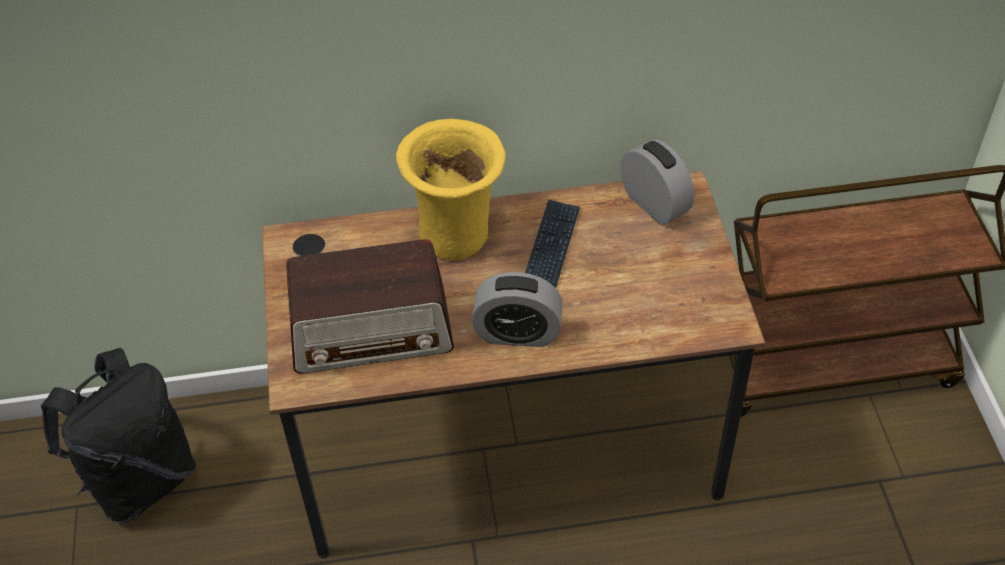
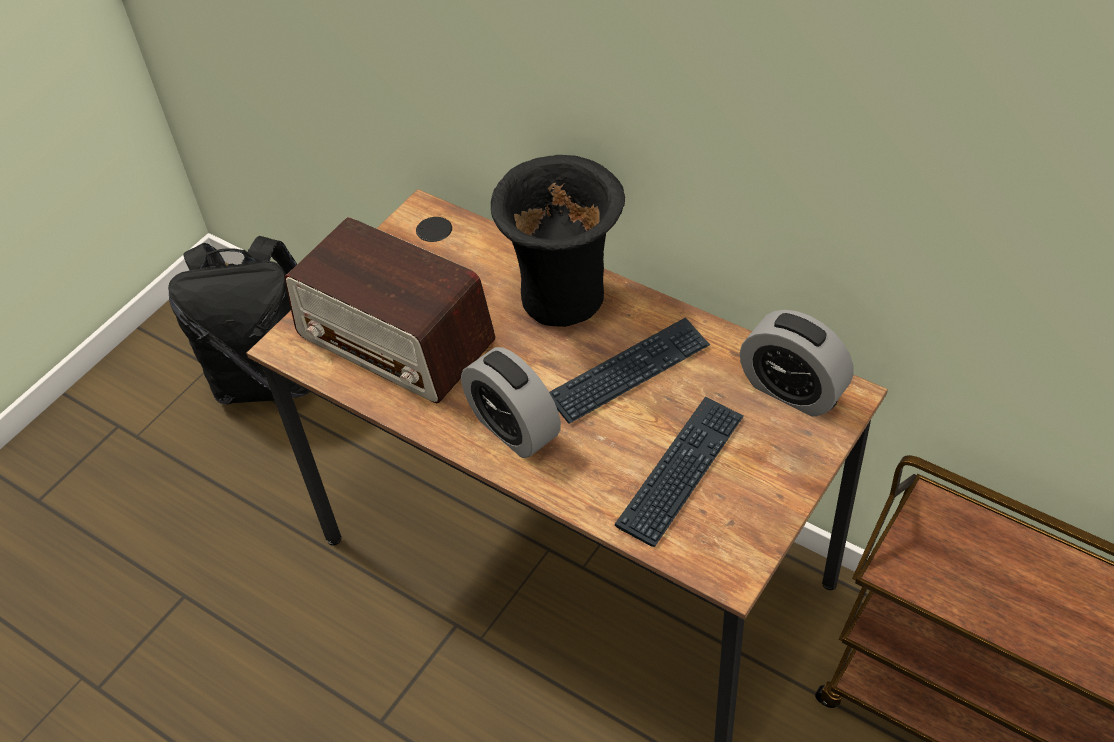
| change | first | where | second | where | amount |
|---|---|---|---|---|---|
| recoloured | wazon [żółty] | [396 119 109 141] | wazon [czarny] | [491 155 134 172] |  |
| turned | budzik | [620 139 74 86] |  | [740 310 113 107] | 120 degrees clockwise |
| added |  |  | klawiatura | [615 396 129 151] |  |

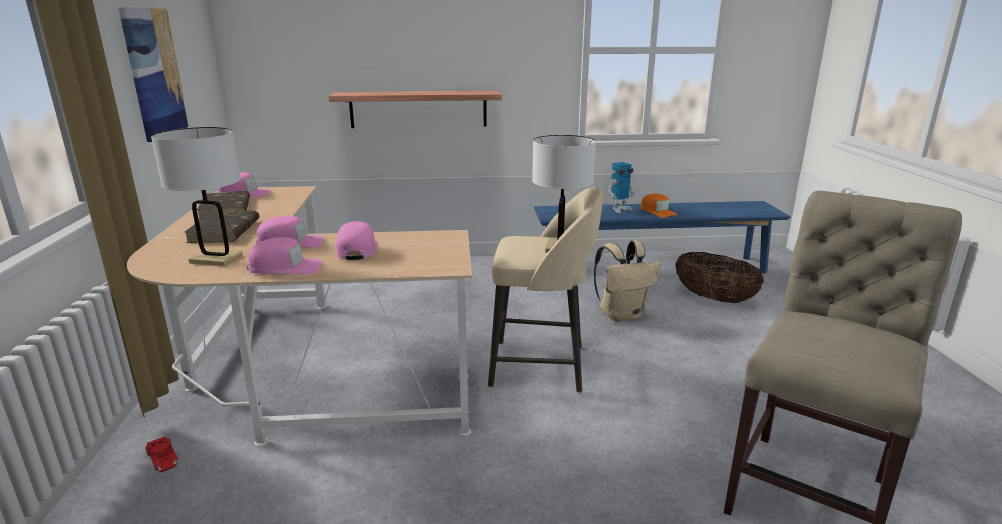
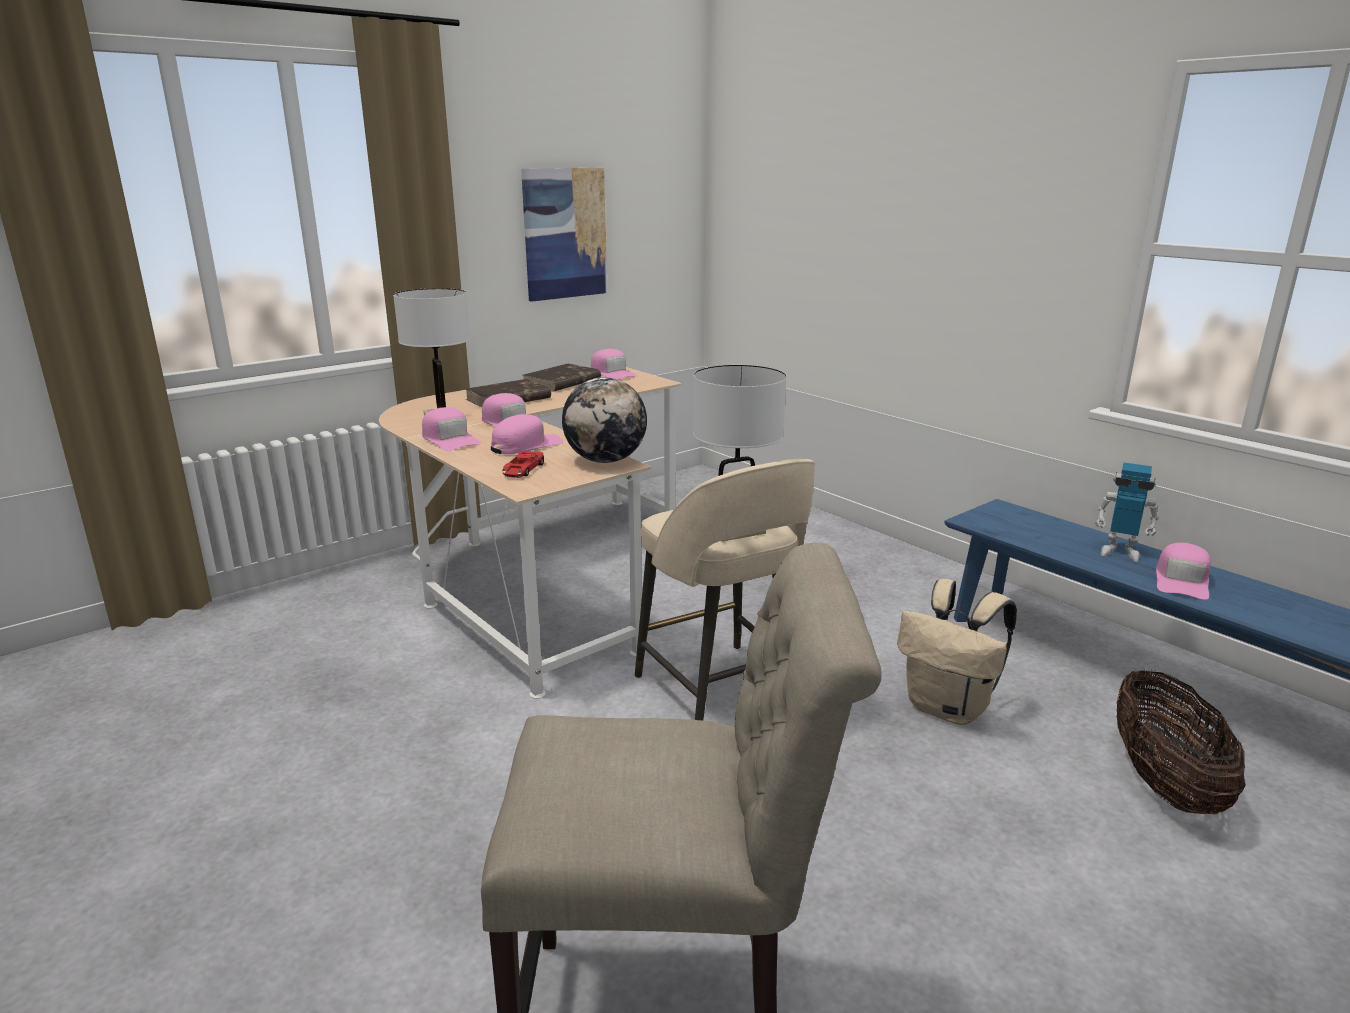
| change | first | where | second | where | amount |
|---|---|---|---|---|---|
| removed | półka | [329 91 173 37] |  |  |  |
| recoloured | czapka z daszkiem [pomarańczowy] | [641 194 37 24] | czapka z daszkiem [różowy] | [1156 543 55 57] |  |
| moved | samochodzik [czerwony] | [145 437 33 35] |  | [503 451 41 27] |  |
| added |  |  | globus | [562 377 85 86] |  |

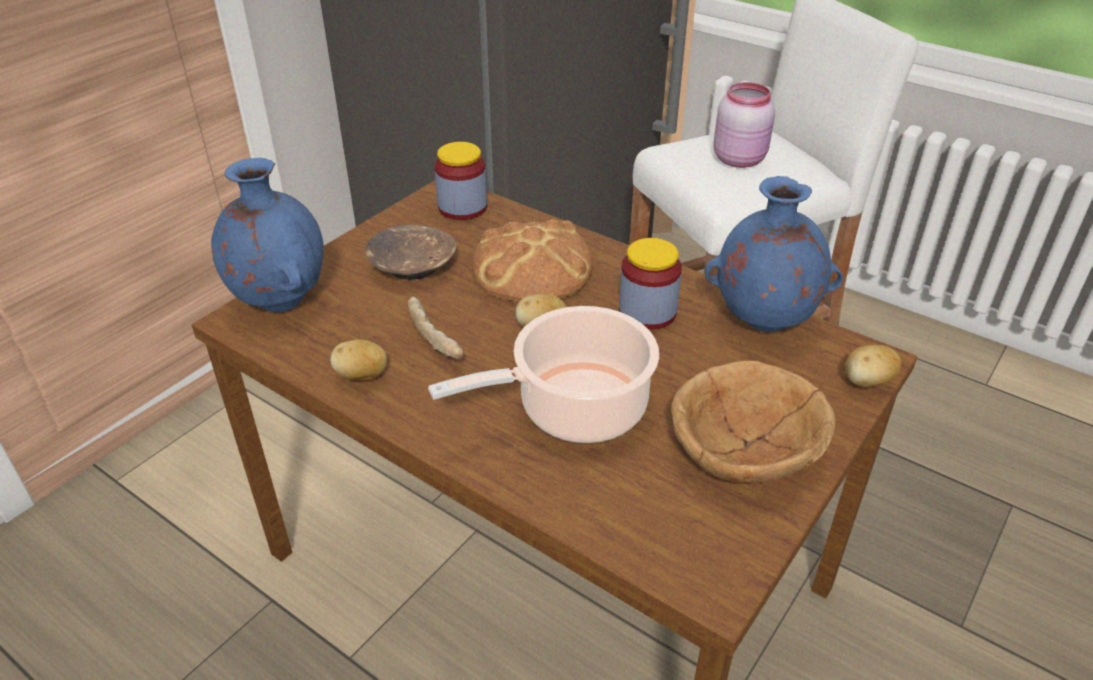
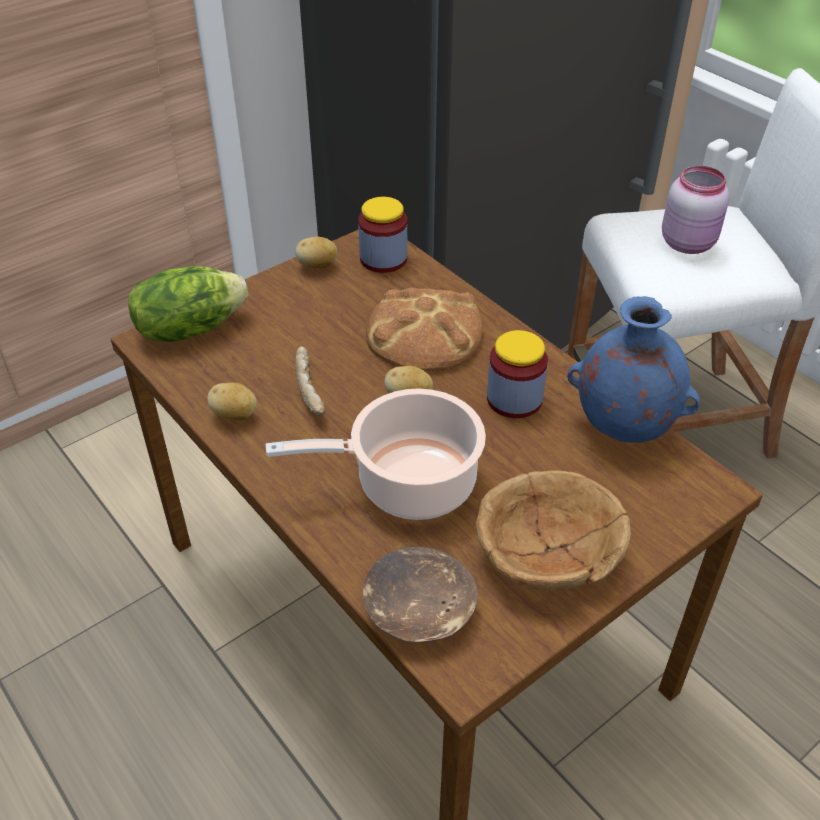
| change | first | where | second | where | amount |
|---|---|---|---|---|---|
| replaced | wazon [niebieski] | [211 158 113 154] | sałata | [128 266 120 76] |  |
| moved | miska [brązowy] | [365 225 92 55] |  | [363 547 115 96] |  |
| moved | ziemniak | [845 345 56 42] |  | [295 237 42 31] |  |

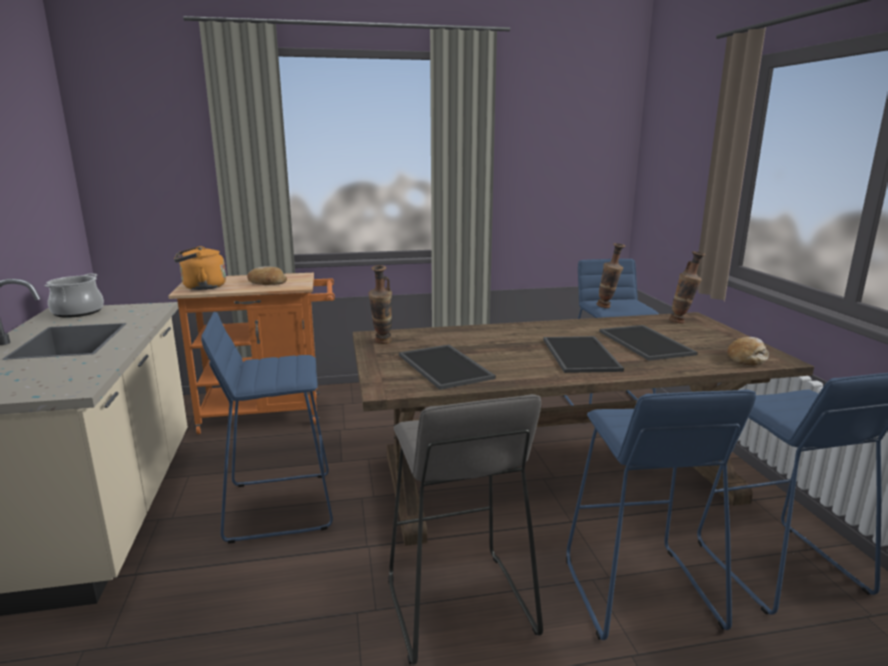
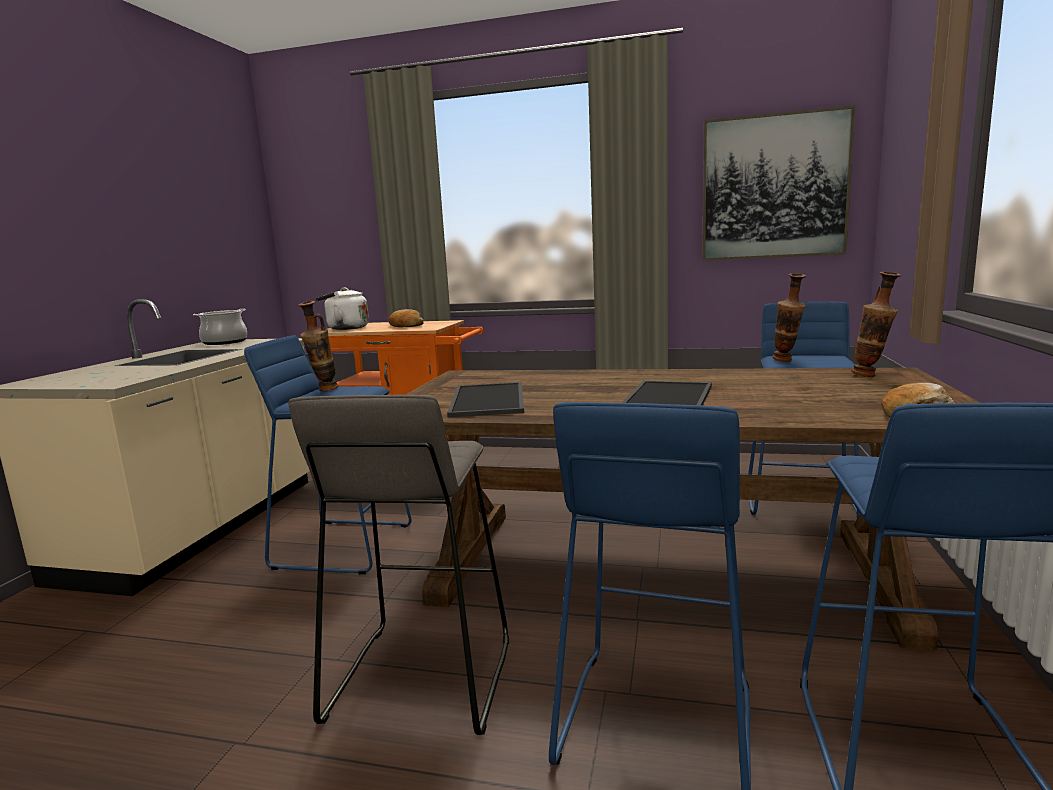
| change | first | where | second | where | amount |
|---|---|---|---|---|---|
| recoloured | czajnik [pomarańczowy] | [174 246 52 44] | czajnik [biały] | [316 288 53 42] |  |
| moved | wazon | [368 265 24 79] |  | [298 301 40 91] |  |
| removed | taca | [599 325 99 36] |  |  |  |
| added |  |  | obraz | [702 105 153 156] |  |

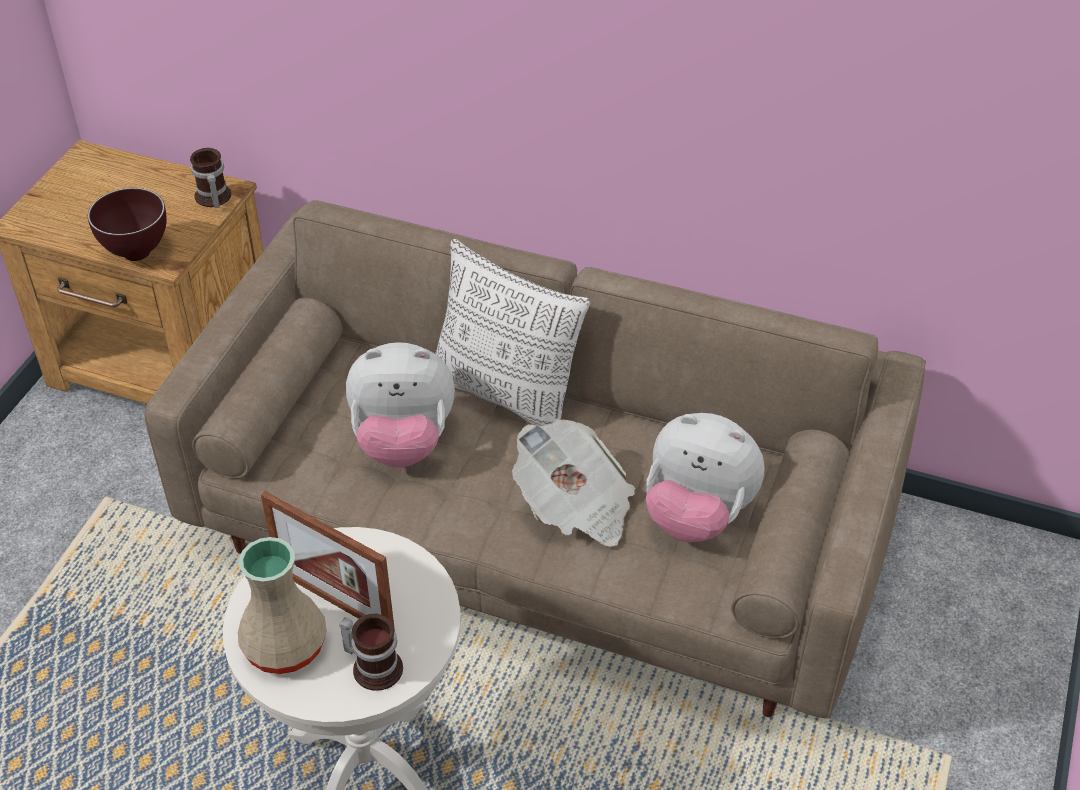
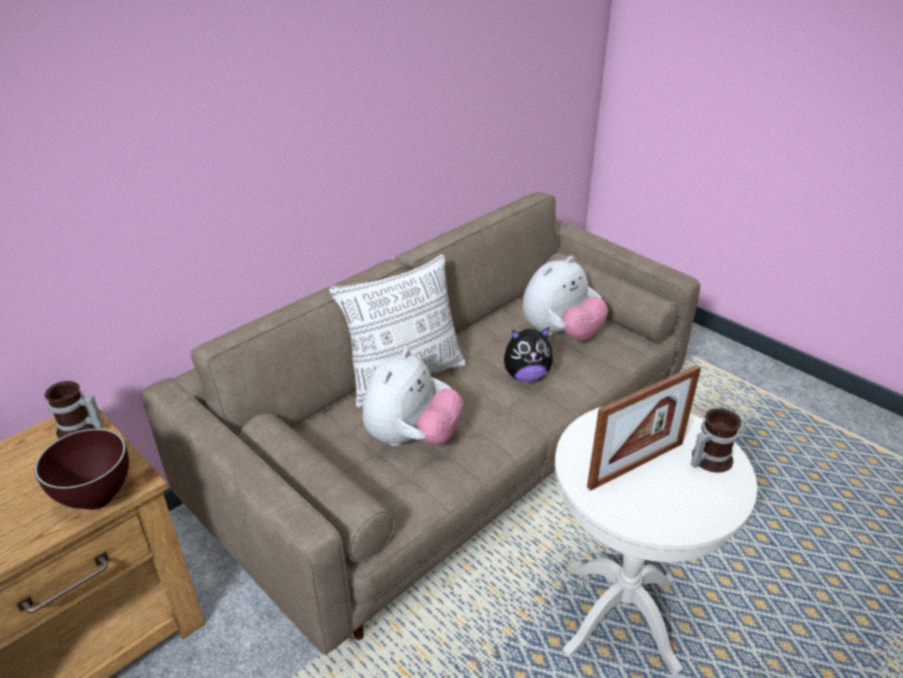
| change | first | where | second | where | amount |
|---|---|---|---|---|---|
| replaced | gazeta | [512 420 123 127] | pluszak | [504 327 49 55] |  |
| removed | wazon [beżowy] | [238 537 88 137] |  |  |  |

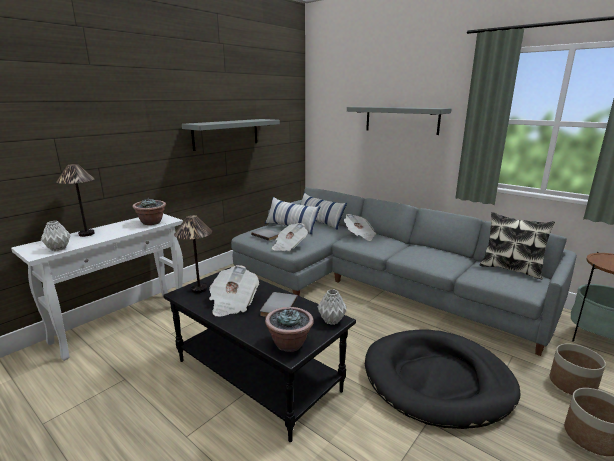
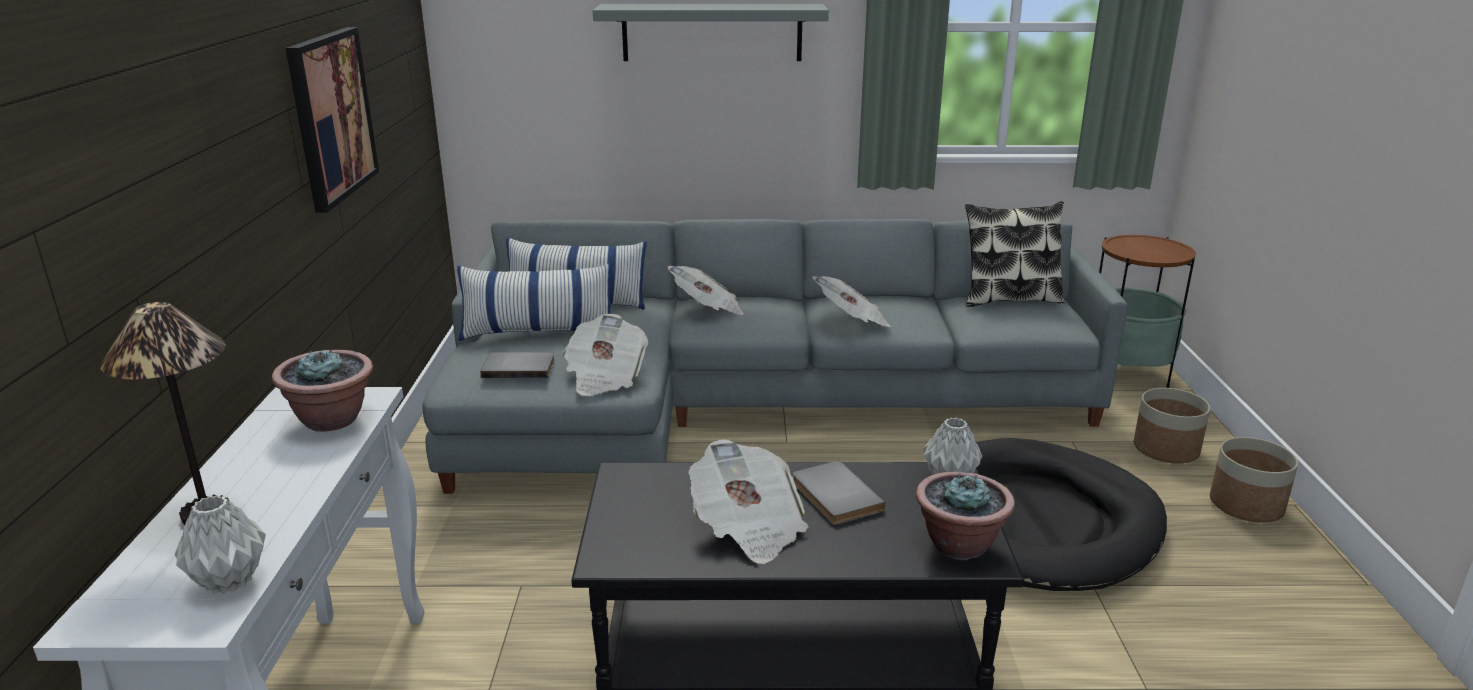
| change | first | where | second | where | amount |
|---|---|---|---|---|---|
| replaced | półka [szary] | [182 119 98 32] | obraz | [286 27 93 186] |  |
| removed | lampa stołowa | [174 215 38 78] |  |  |  |
| added |  |  | gazeta | [812 276 79 51] |  |

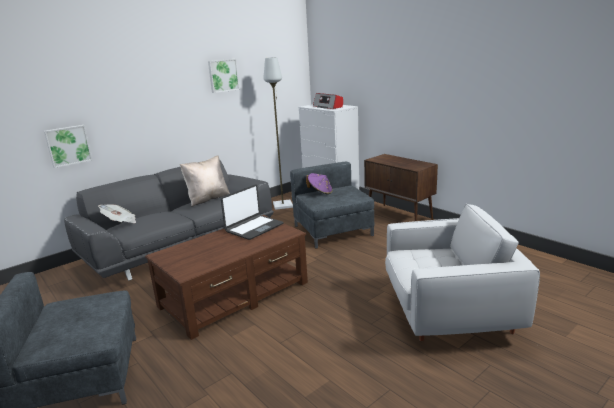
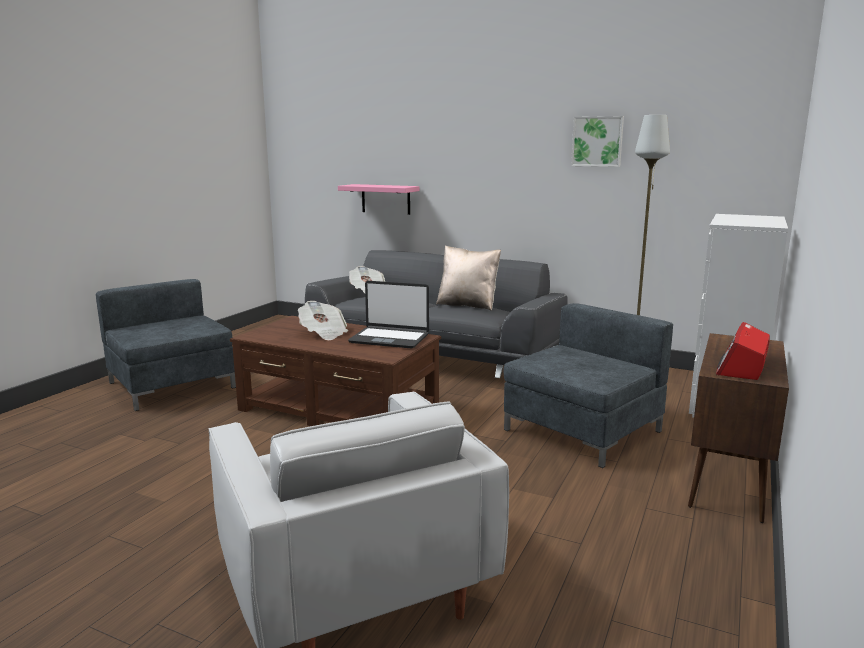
| change | first | where | second | where | amount |
|---|---|---|---|---|---|
| moved | radio | [313 93 30 16] |  | [716 322 54 58] |  |
| replaced | obraz | [44 125 49 43] | półka [różowy] | [338 184 81 31] |  |
| removed | kapelusz [fioletowy] | [306 173 27 21] |  |  |  |
| added |  |  | gazeta | [298 301 50 39] |  |

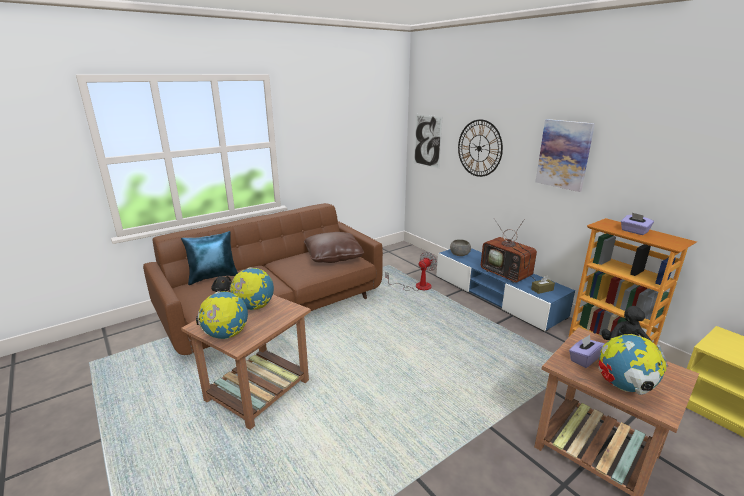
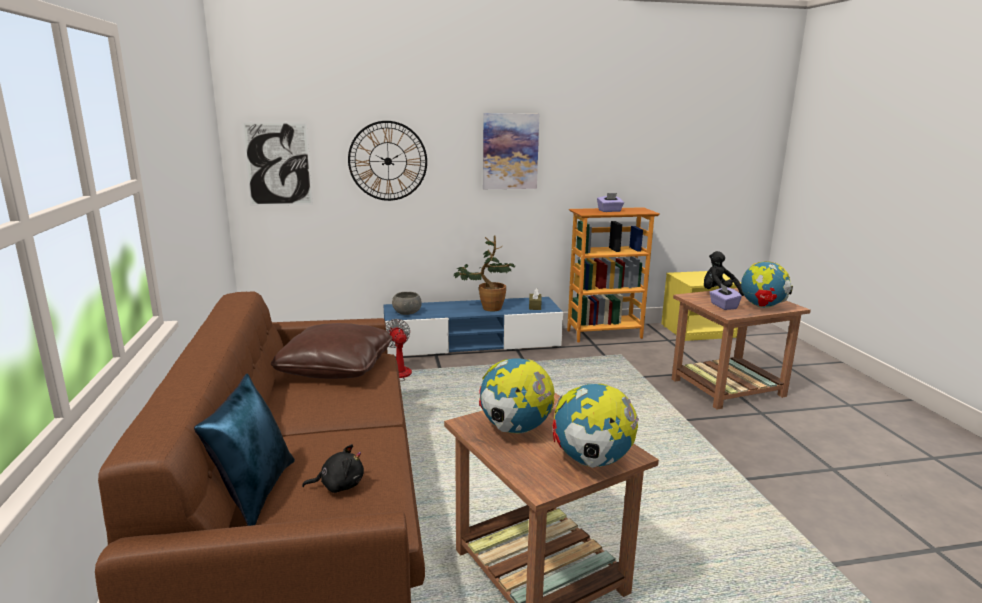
| change | first | where | second | where | amount |
|---|---|---|---|---|---|
| replaced | telewizor | [481 219 56 64] | roślina doniczkowa | [453 235 62 76] |  |

